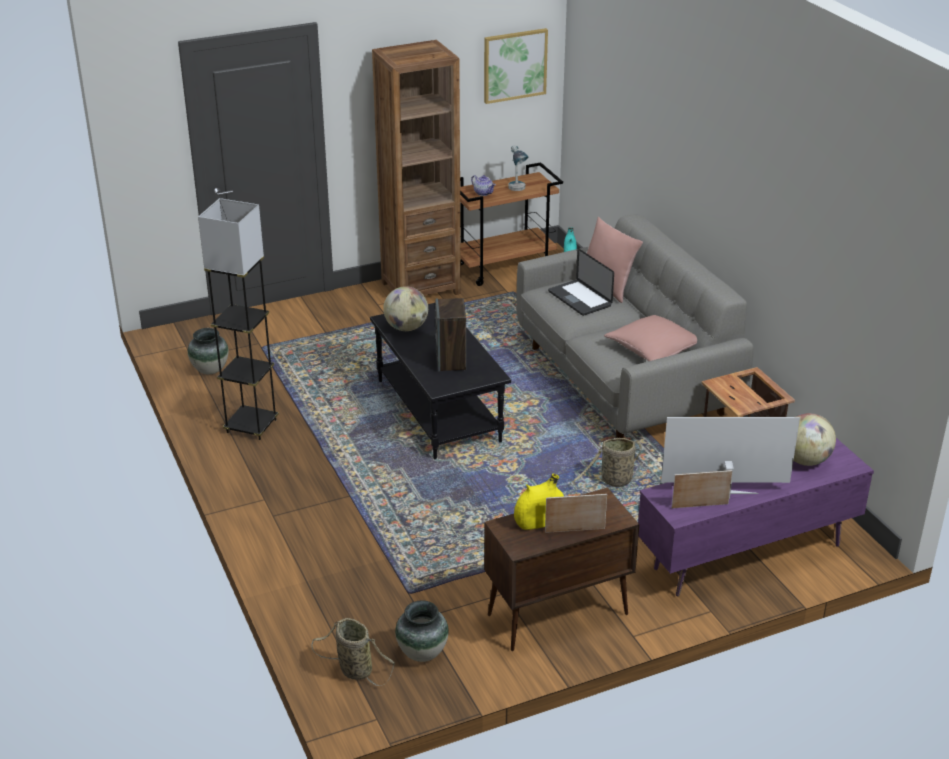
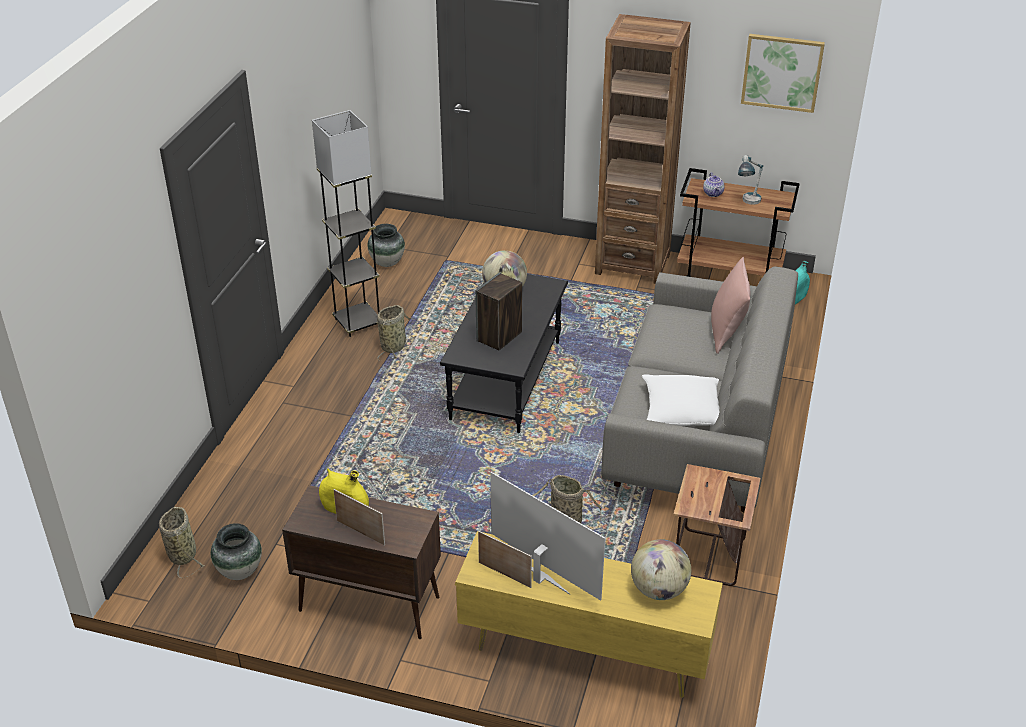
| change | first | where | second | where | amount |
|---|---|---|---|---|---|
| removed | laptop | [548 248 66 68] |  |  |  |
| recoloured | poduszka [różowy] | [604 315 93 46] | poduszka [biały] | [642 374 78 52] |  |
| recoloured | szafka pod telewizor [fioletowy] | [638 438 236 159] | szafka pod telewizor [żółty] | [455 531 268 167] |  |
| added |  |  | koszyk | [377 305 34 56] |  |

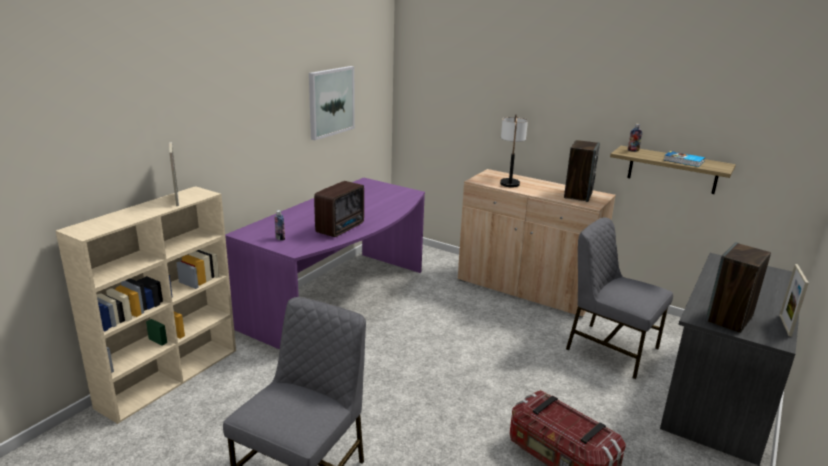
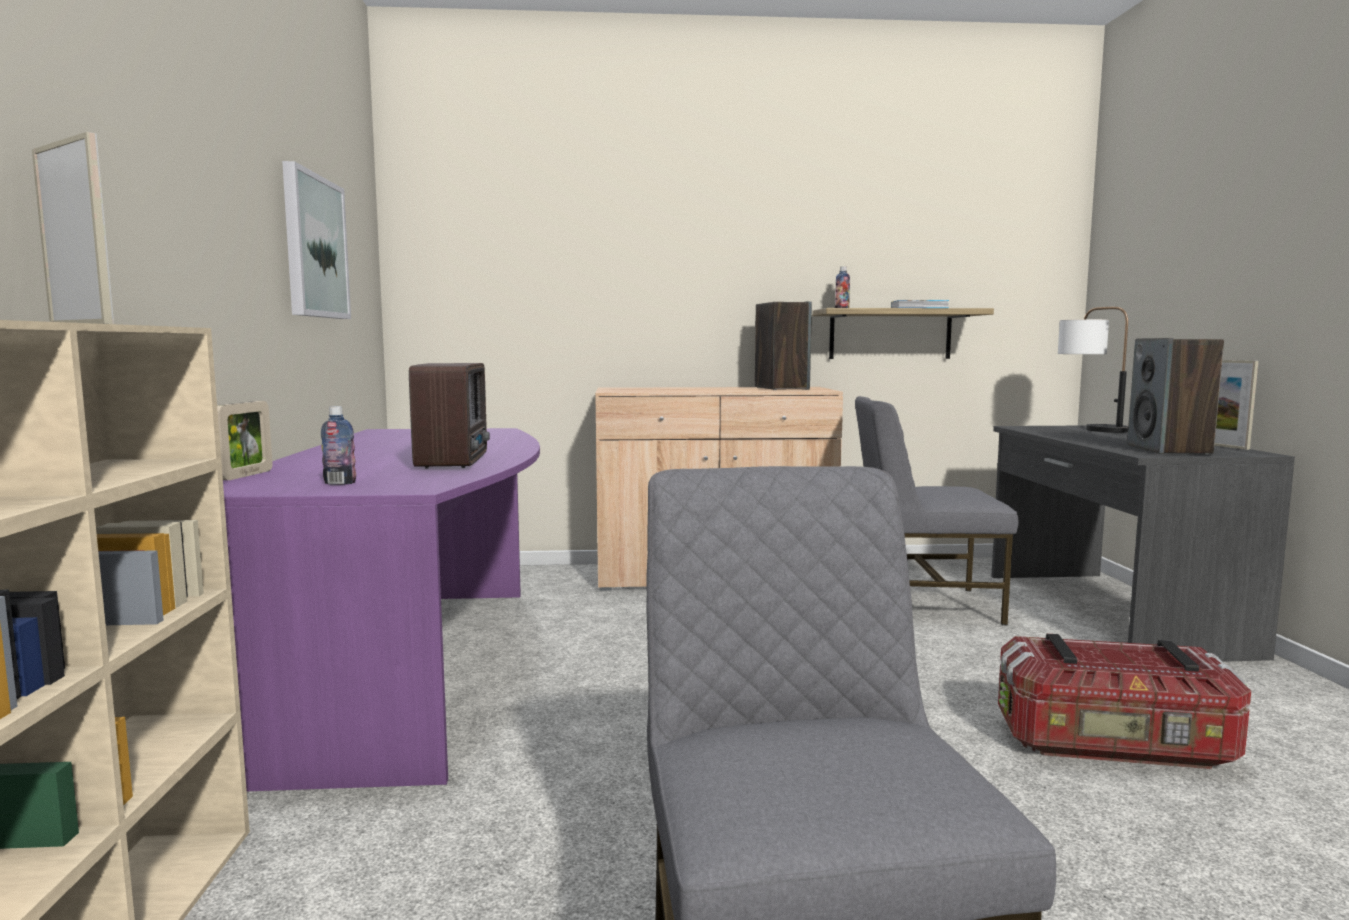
| change | first | where | second | where | amount |
|---|---|---|---|---|---|
| moved | lampa stołowa | [500 114 28 73] |  | [1058 307 70 126] |  |
| added |  |  | ramka na zdjęcie | [217 401 55 79] |  |

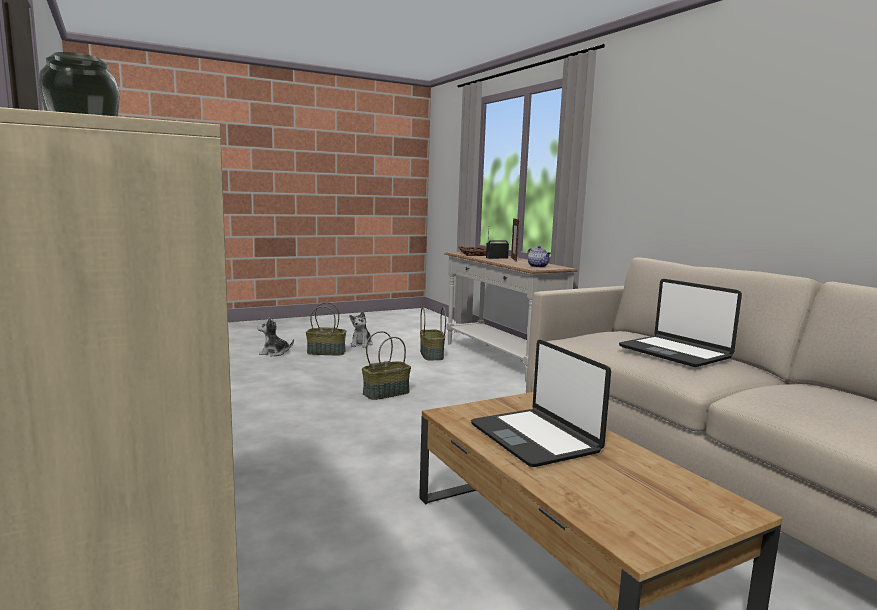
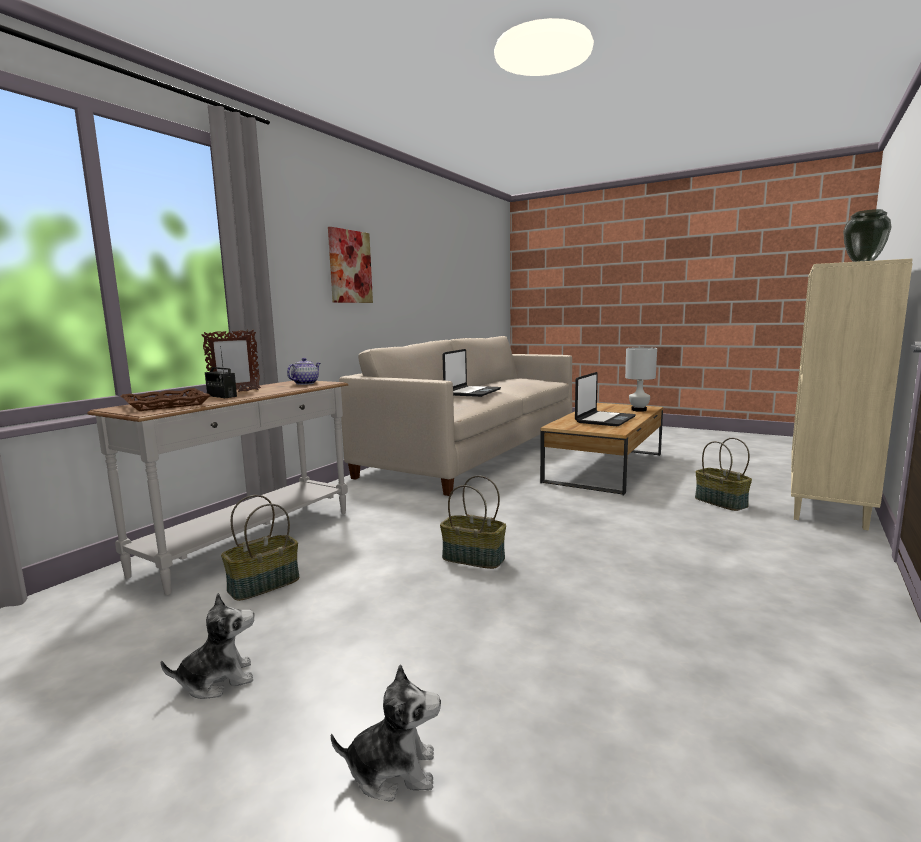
| change | first | where | second | where | amount |
|---|---|---|---|---|---|
| moved | koszyk | [306 302 40 53] |  | [695 438 57 73] |  |
| turned | pluszak | [257 317 37 39] |  | [331 665 110 137] | 60 degrees counterclockwise |
| added |  |  | obraz | [328 227 45 76] |  |
| added |  |  | lampa stołowa [biały] | [625 347 32 65] |  |

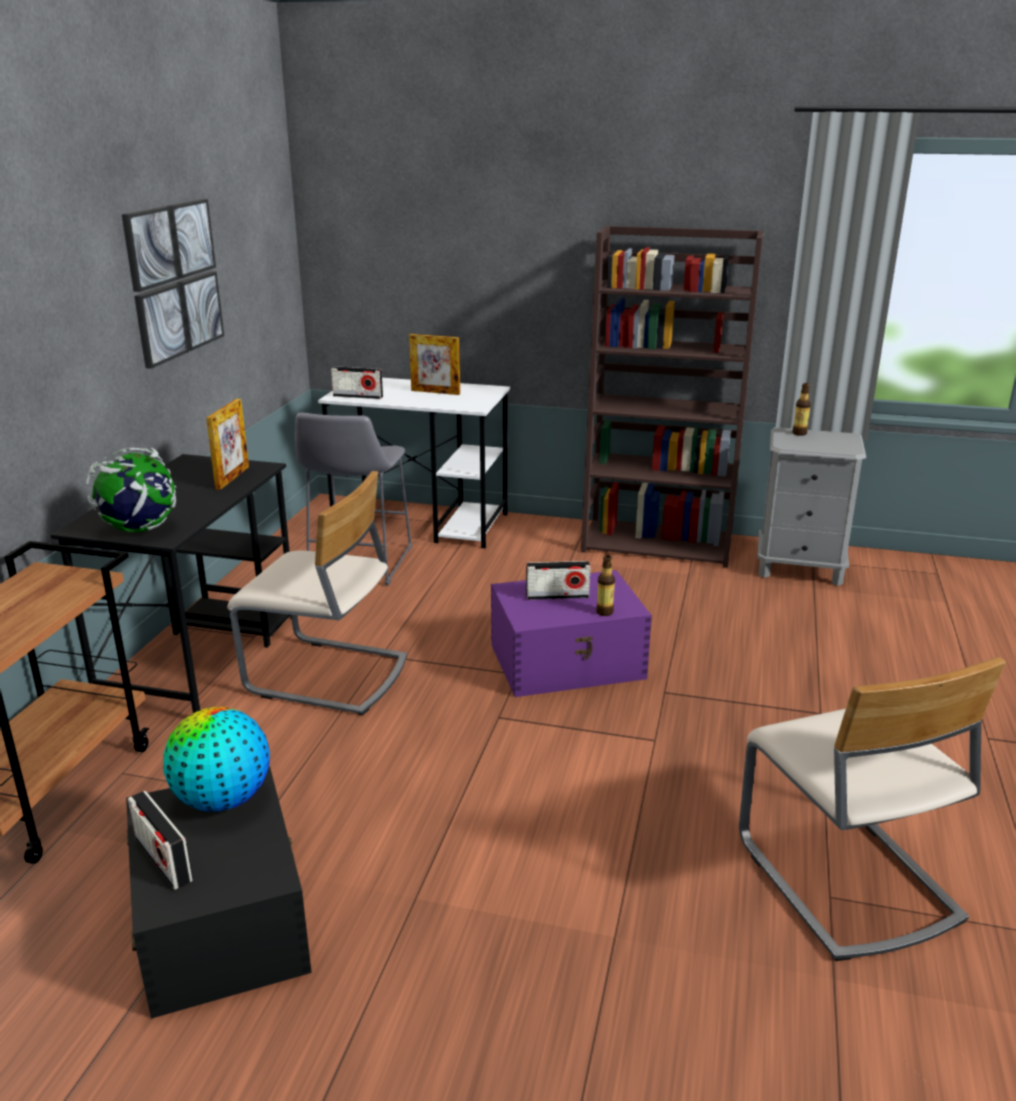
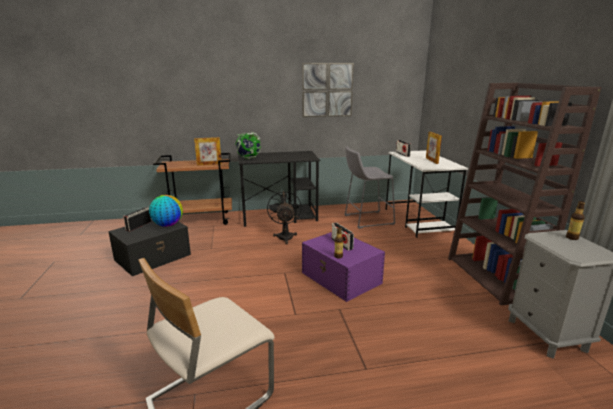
| change | first | where | second | where | amount |
|---|---|---|---|---|---|
| moved | ramka na zdjęcie | [206 399 43 91] |  | [194 137 28 29] |  |
| replaced | krzesło [beżowy] | [227 471 180 245] | wentylator [czarny] | [267 190 35 54] |  |

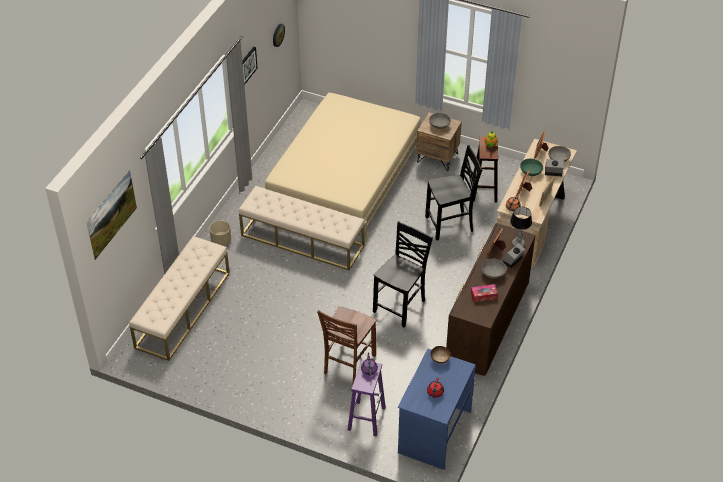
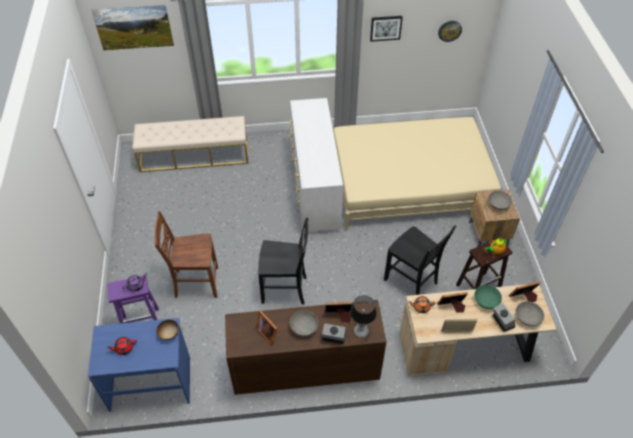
| change | first | where | second | where | amount |
|---|---|---|---|---|---|
| replaced | ławka [beżowy] | [239 186 126 84] | komoda [biały] | [290 98 53 134] |  |
| removed | donica [beżowy] | [210 220 21 26] |  |  |  |
| replaced | pudełko chusteczek | [471 284 27 18] | ramka na zdjęcie | [256 311 21 35] |  |

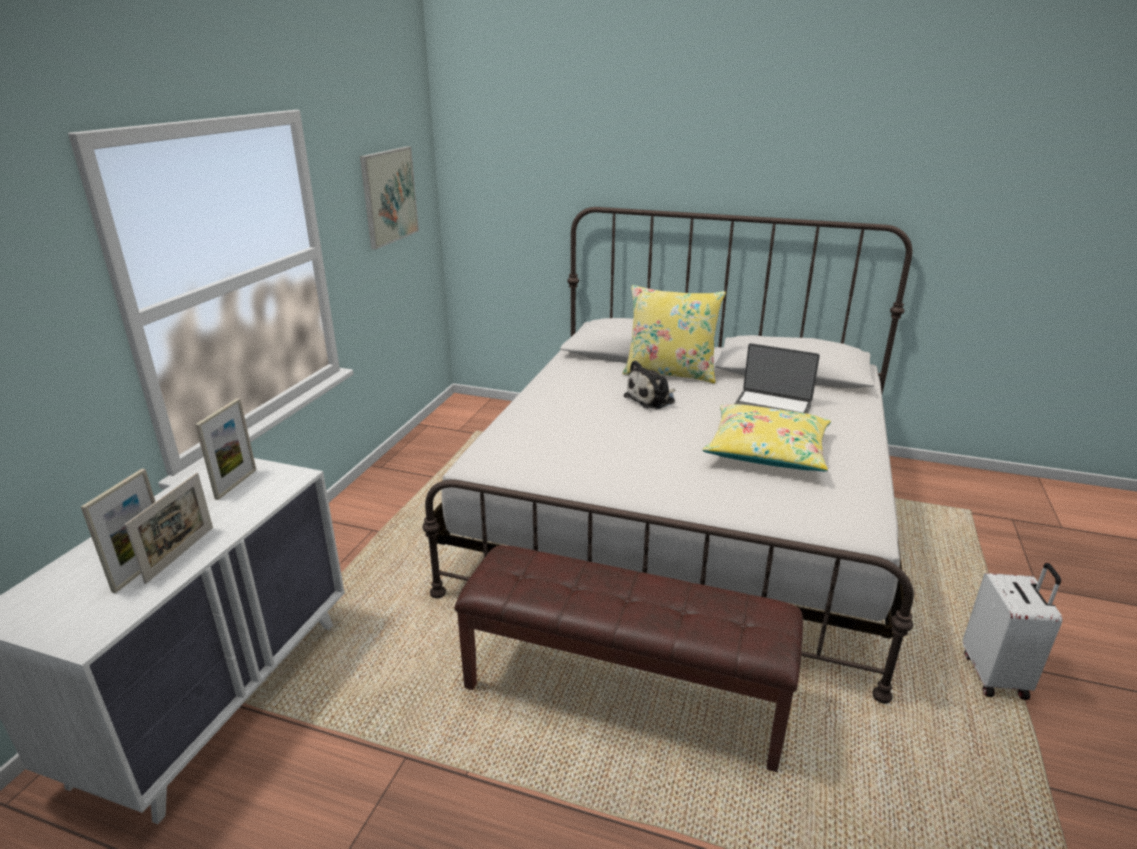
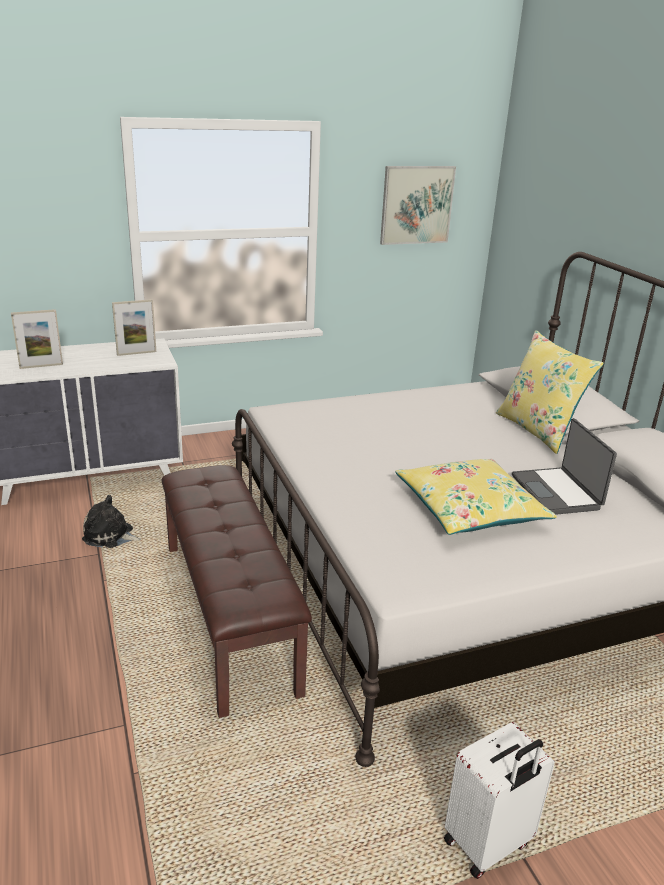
| change | first | where | second | where | amount |
|---|---|---|---|---|---|
| moved | pluszak | [624 360 52 49] |  | [82 495 59 53] |  |
| removed | ramka na zdjęcie | [125 472 88 112] |  |  |  |

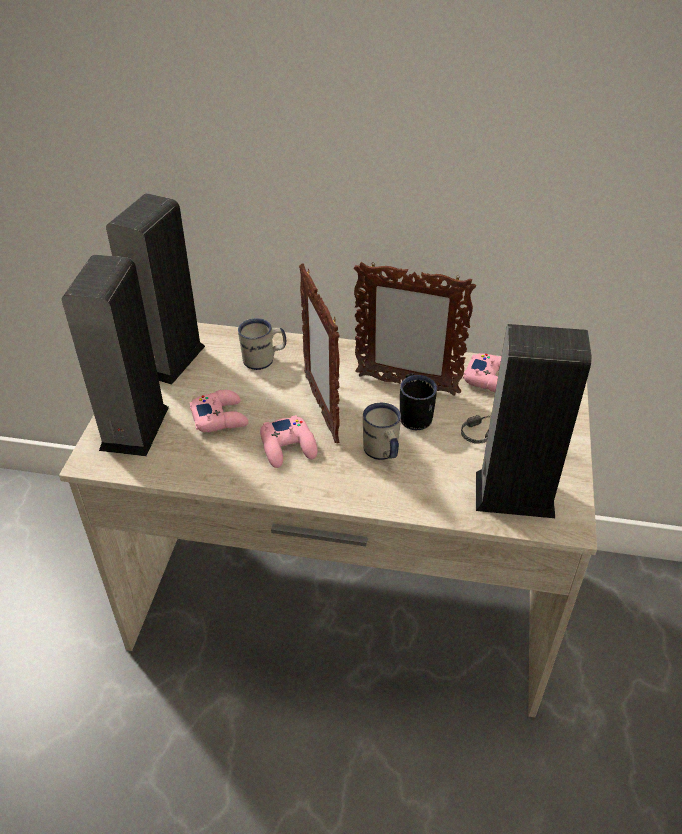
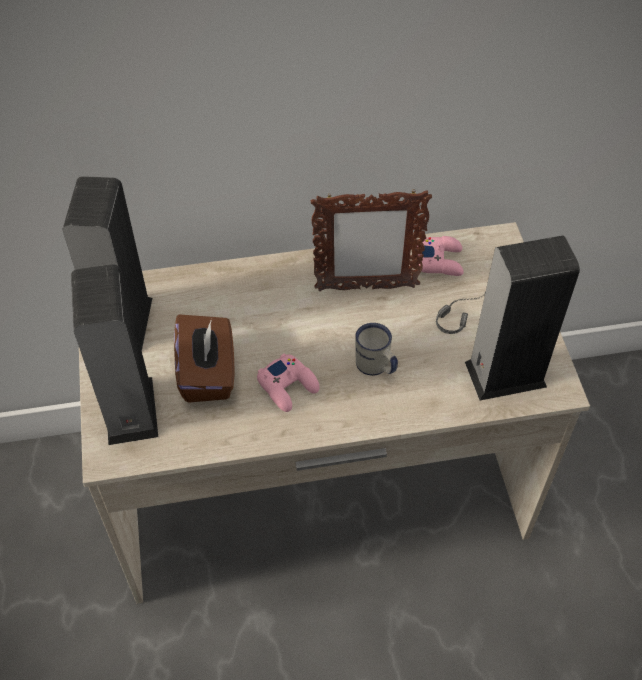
| change | first | where | second | where | amount |
|---|---|---|---|---|---|
| removed | ramka na zdjęcie | [299 263 41 180] |  |  |  |
| removed | kubek [biały] | [238 318 48 52] |  |  |  |
| removed | kubek [czarny] | [400 373 37 57] |  |  |  |
| replaced | pad do gier [różowy] | [189 390 59 42] | pudełko chusteczek [brązowy] | [174 314 60 89] |  |

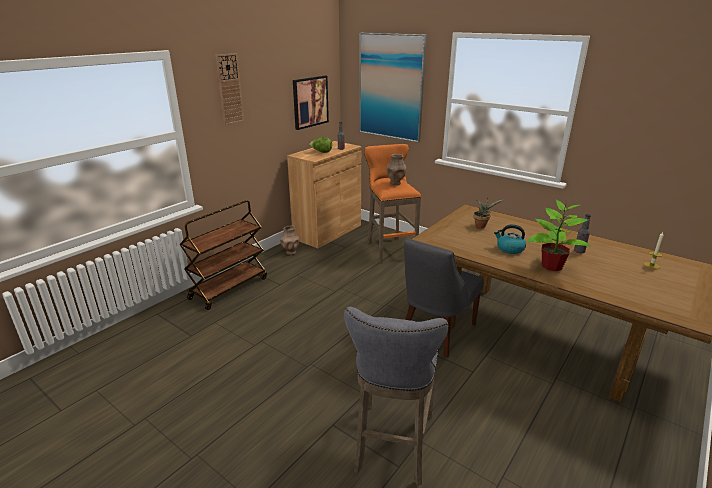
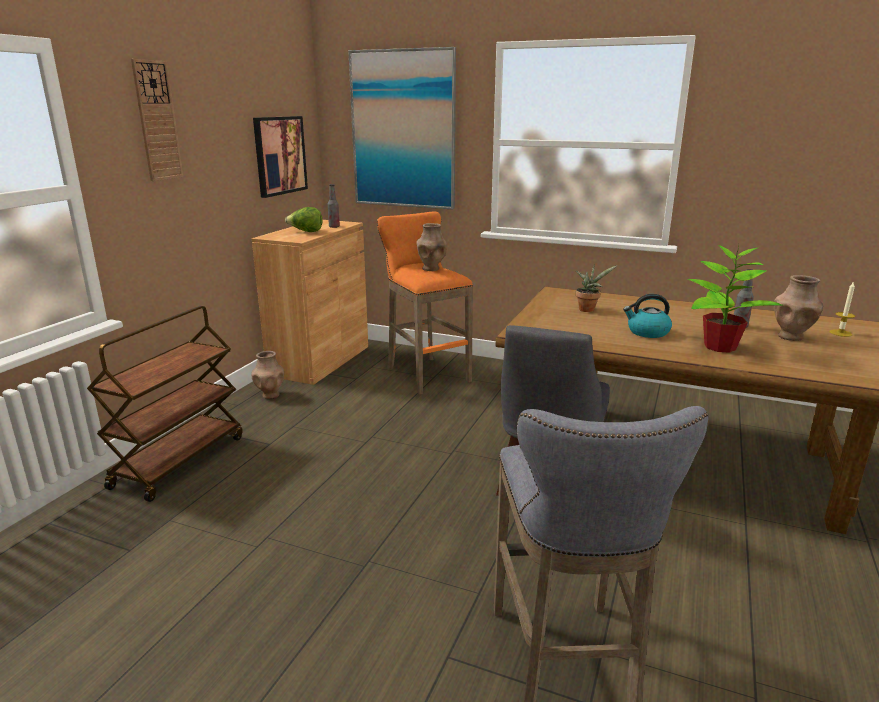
| change | first | where | second | where | amount |
|---|---|---|---|---|---|
| added |  |  | wazon [brązowy] | [774 275 49 66] |  |

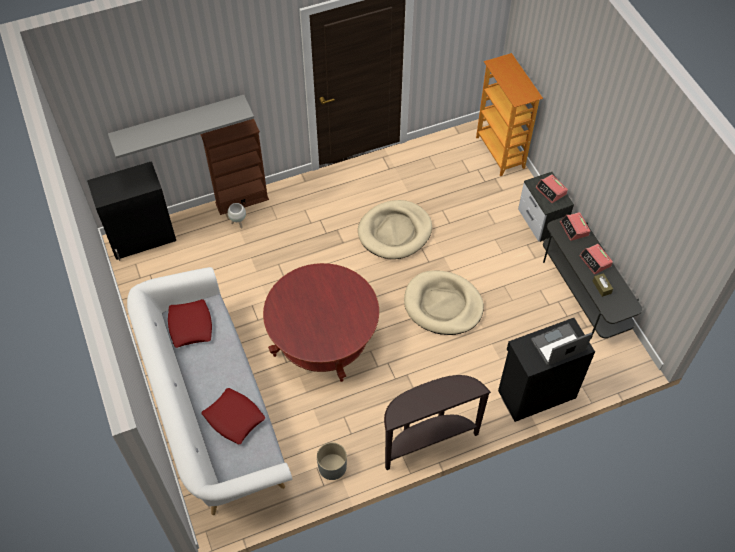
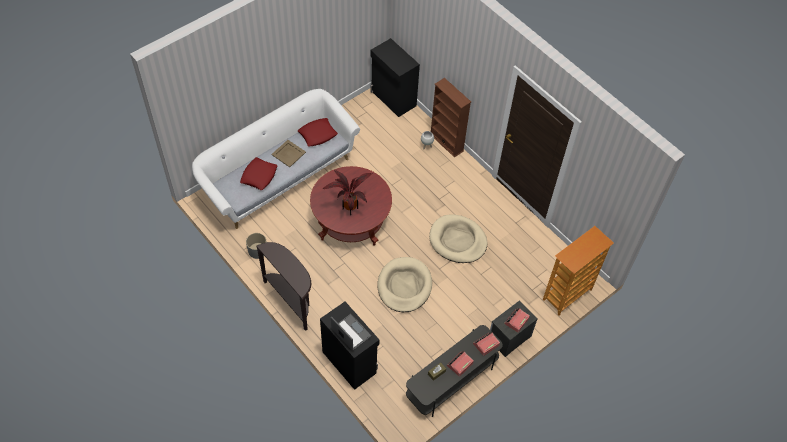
| change | first | where | second | where | amount |
|---|---|---|---|---|---|
| removed | półka [szary] | [108 95 146 64] |  |  |  |
| added |  |  | taca [beżowy] | [271 140 35 27] |  |
| added |  |  | roślina doniczkowa | [322 170 50 45] |  |

